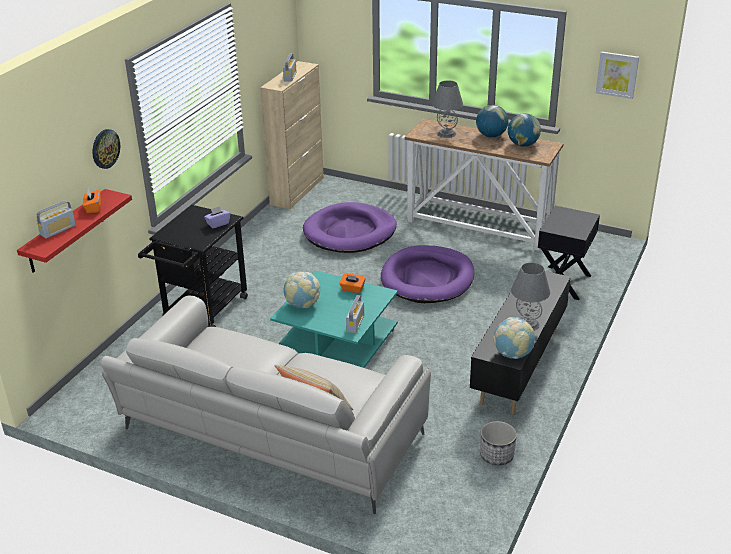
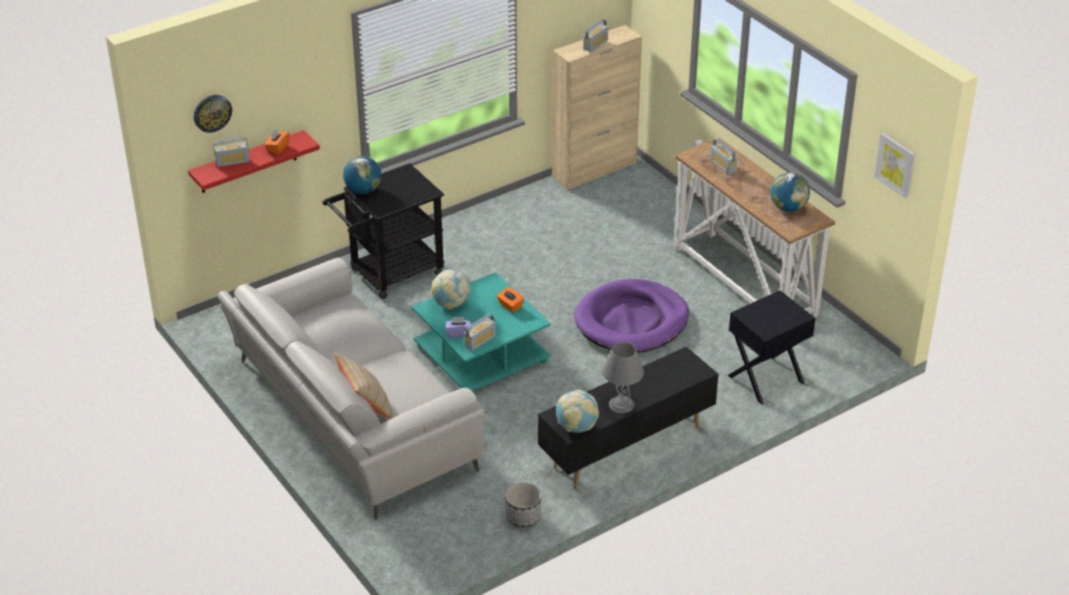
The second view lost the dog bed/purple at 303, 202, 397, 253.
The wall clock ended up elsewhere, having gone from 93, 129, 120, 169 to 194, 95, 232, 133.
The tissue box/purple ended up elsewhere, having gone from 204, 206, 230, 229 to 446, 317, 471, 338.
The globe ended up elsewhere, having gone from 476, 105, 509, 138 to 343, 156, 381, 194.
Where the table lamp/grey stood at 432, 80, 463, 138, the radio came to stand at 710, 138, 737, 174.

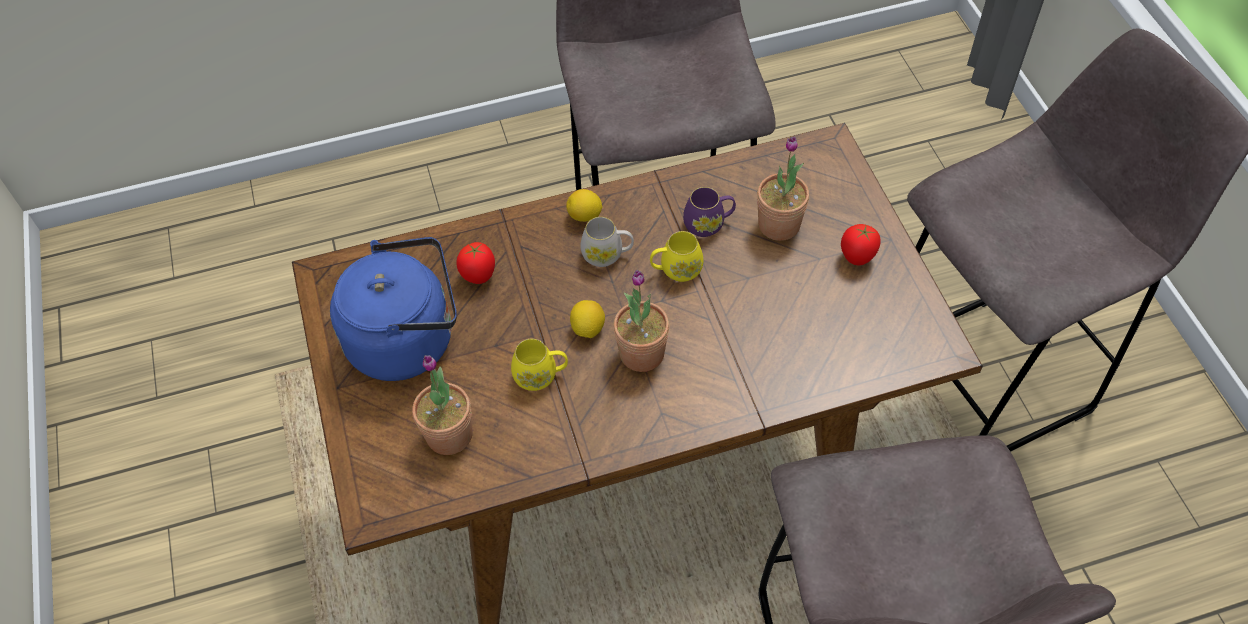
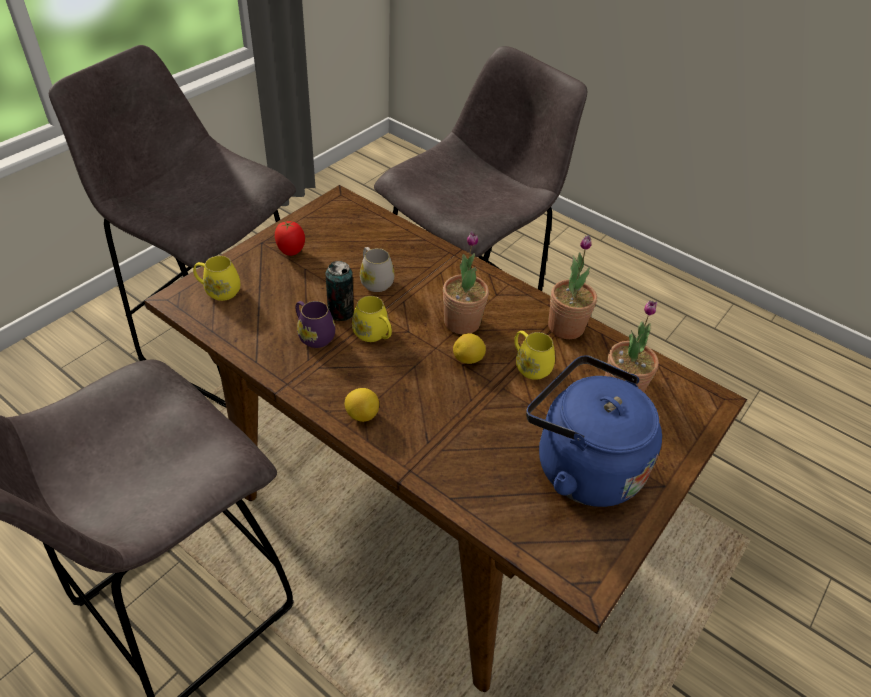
The second view lost the tomato at 456, 242, 495, 284.
The second view gained the mug/yellow at 193, 256, 240, 301.
The second view gained the can at 325, 261, 354, 321.
The mug/white ended up elsewhere, having gone from 581, 217, 634, 267 to 360, 247, 395, 292.
The potted plant ended up elsewhere, having gone from 757, 136, 809, 241 to 548, 235, 597, 339.

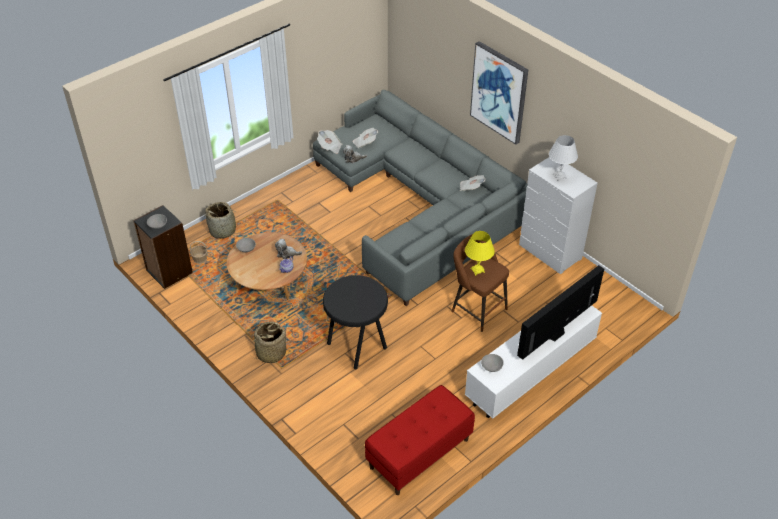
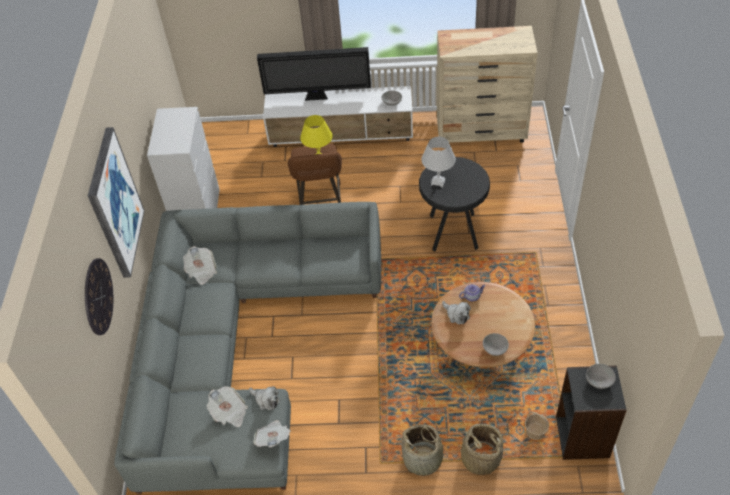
The second view gained the wall clock at 85, 258, 113, 335.
The basket ended up elsewhere, having gone from 250, 321, 287, 363 to 398, 424, 450, 476.
The table lamp/white ended up elsewhere, having gone from 549, 135, 578, 181 to 421, 137, 456, 188.
Where the bench/red stood at 365, 385, 475, 495, the dresser/beige came to stand at 437, 26, 538, 143.

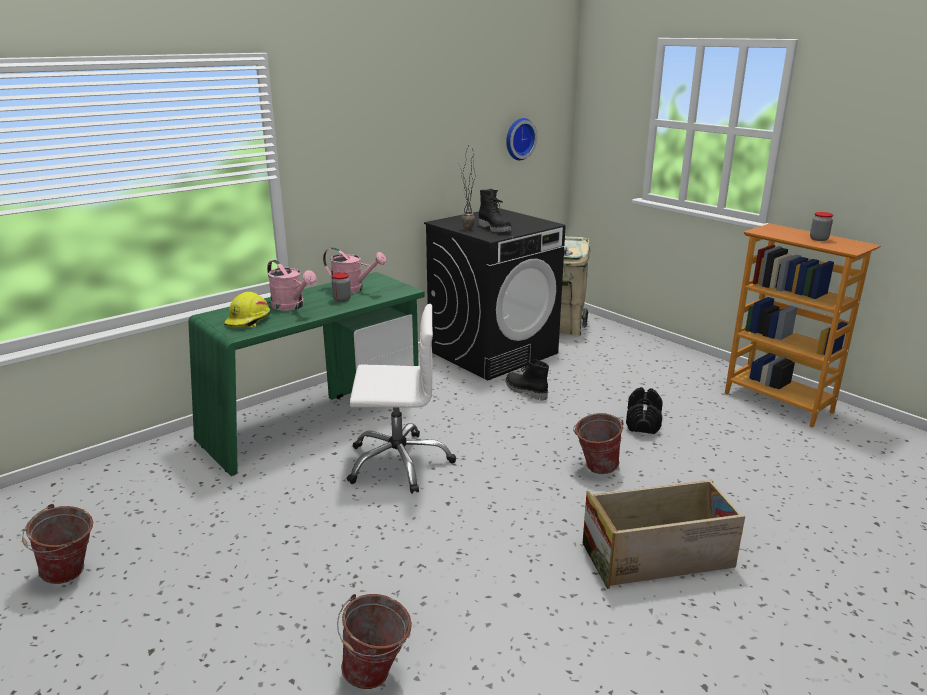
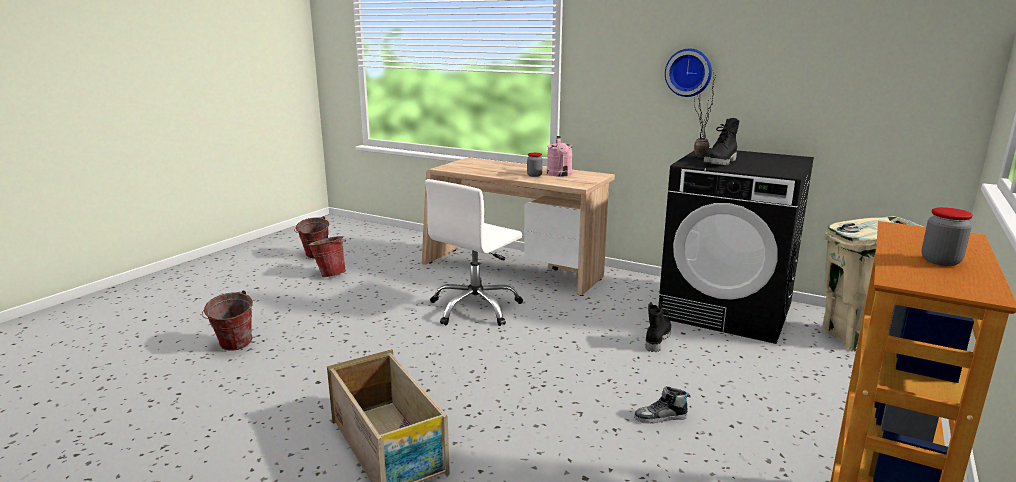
The second view lost the hard hat/yellow at 224, 291, 270, 328.
The second view lost the watering can/pink at 267, 260, 316, 311.
The wall clock ended up elsewhere, having gone from 506, 118, 538, 160 to 665, 49, 712, 97.
The bucket ended up elsewhere, having gone from 573, 413, 624, 474 to 308, 236, 346, 277.
Where the dumbbell/black stood at 626, 387, 663, 434, the shoe came to stand at 634, 386, 691, 423.
What was the desk/green at 188, 272, 425, 476 turned into the desk/beige at 422, 157, 615, 296.
The office chair/white at 347, 304, 456, 494 ended up facing another way, 60 degrees clockwise from before.

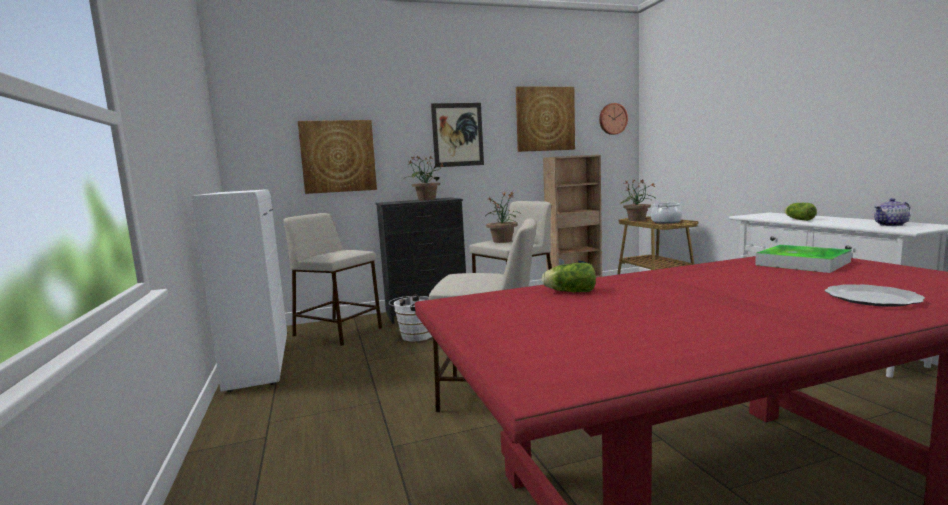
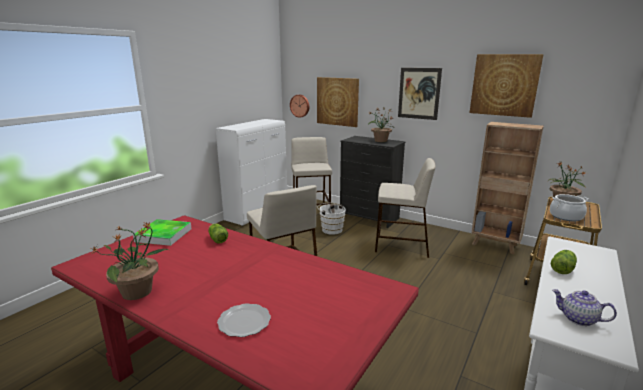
The potted plant ended up elsewhere, having gone from 486, 192, 521, 243 to 91, 223, 168, 300.
The wall clock ended up elsewhere, having gone from 599, 103, 628, 135 to 290, 95, 309, 118.
The tray ended up elsewhere, having gone from 755, 244, 852, 273 to 133, 219, 192, 246.

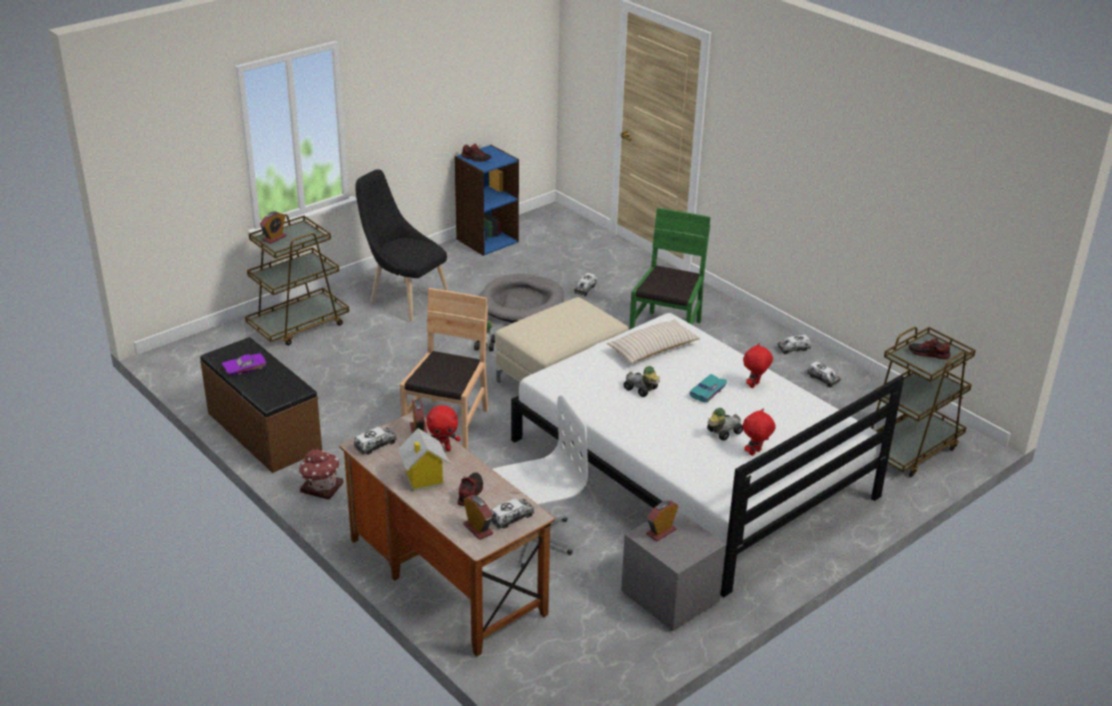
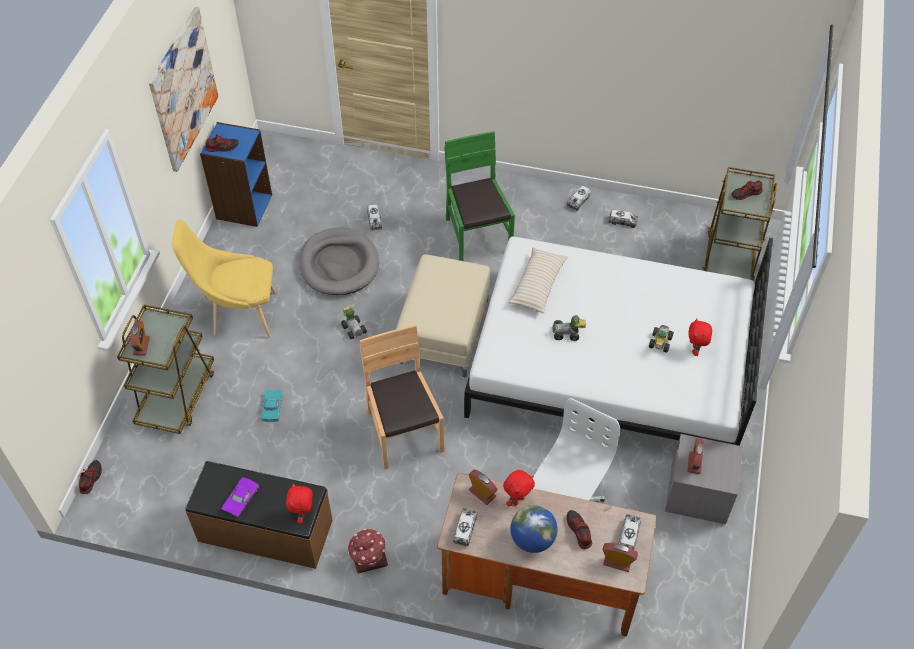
The second view gained the shoe at 79, 460, 102, 494.
The second view gained the picture at 149, 7, 218, 172.
The toy car/turquoise ended up elsewhere, having gone from 690, 374, 728, 402 to 261, 389, 282, 422.
The plush toy/red ended up elsewhere, having gone from 743, 343, 773, 388 to 286, 483, 313, 524.
Where the toy house stood at 398, 428, 449, 491, the globe came to stand at 510, 505, 558, 553.
What was the chair/black at 355, 169, 448, 322 turned into the chair/yellow at 172, 220, 276, 338.

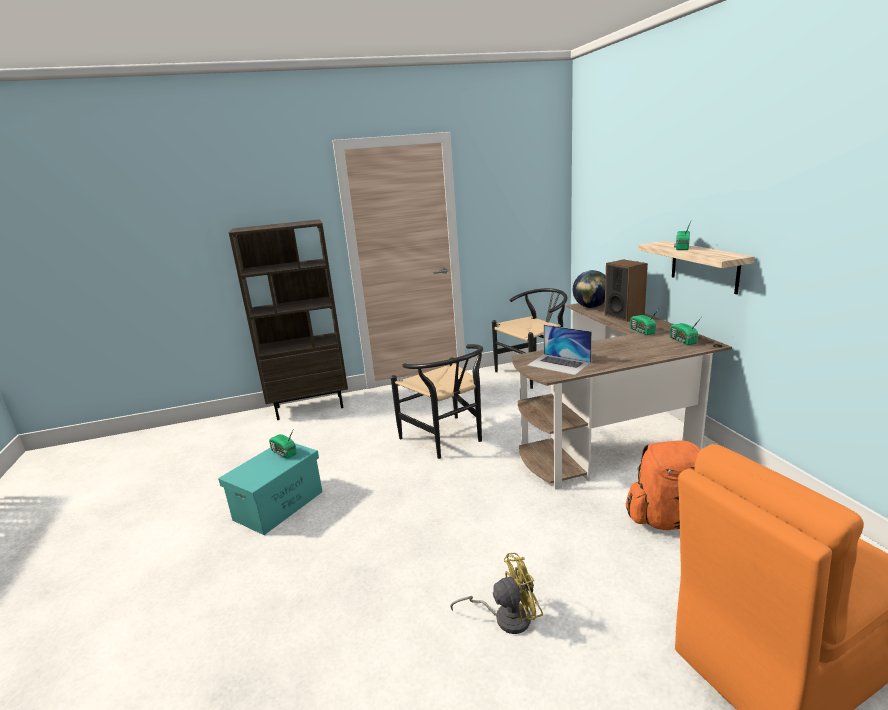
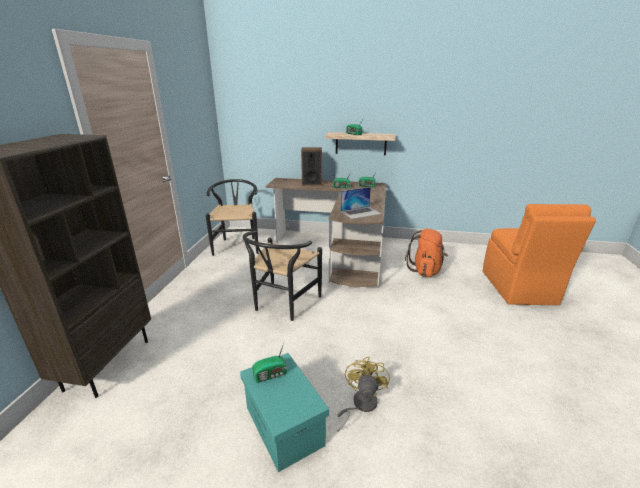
The second view lost the globe at 573, 270, 606, 308.
The fan/yellow ended up elsewhere, having gone from 450, 553, 543, 634 to 337, 357, 390, 432.
The chair/black at 391, 344, 483, 459 ended up facing another way, 120 degrees clockwise from before.

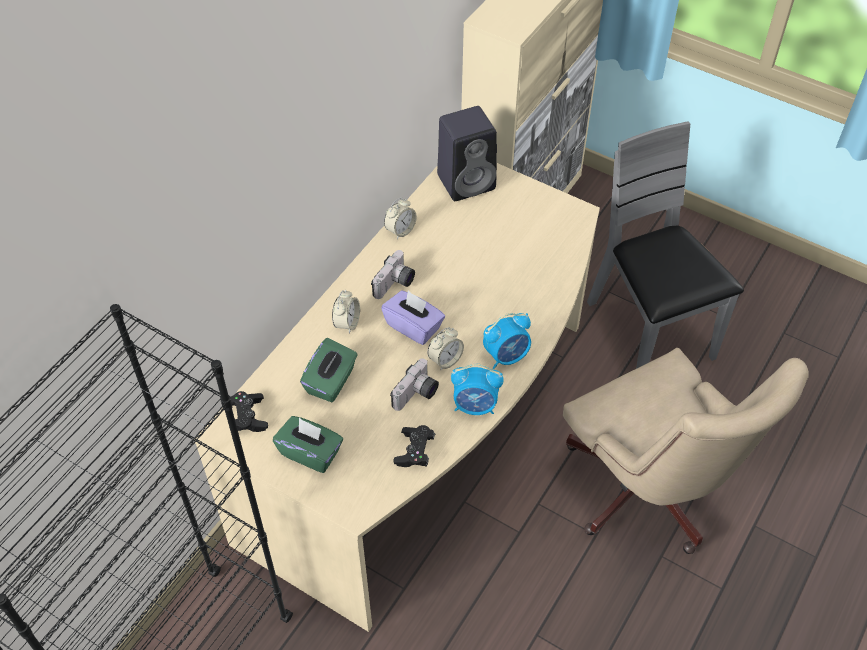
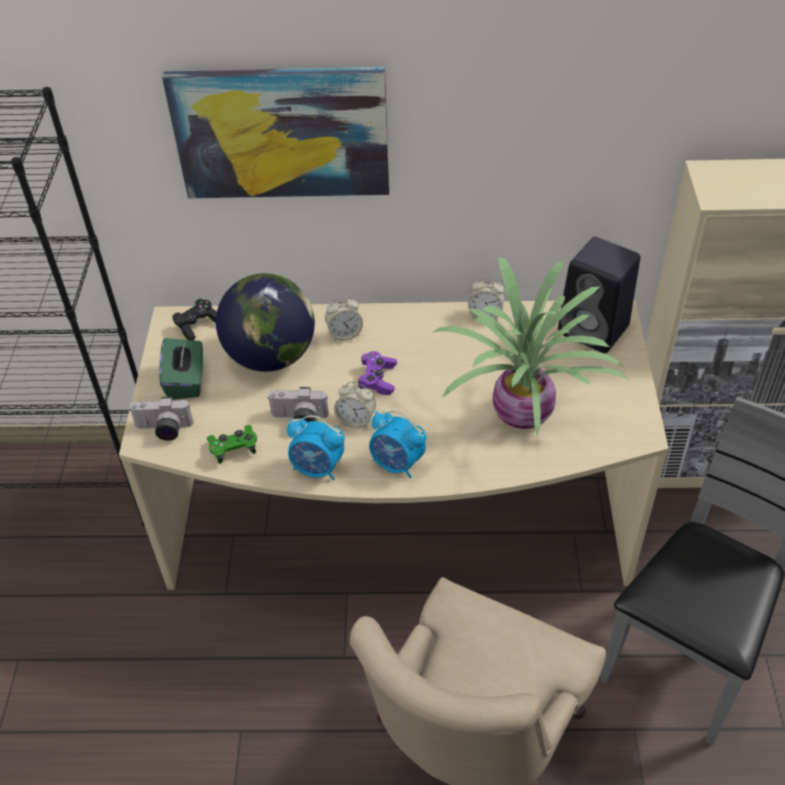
The second view gained the picture at 162, 67, 389, 198.
The second view gained the potted plant at 433, 257, 628, 437.
The photo camera ended up elsewhere, having gone from 371, 250, 415, 299 to 129, 397, 193, 441.
Where the tissue box/green stood at 300, 338, 358, 402, the globe came to stand at 216, 273, 315, 372.
Where the tissue box/purple stood at 381, 290, 445, 345, the game controller/purple came to stand at 358, 351, 397, 395.
What was the game controller/black at 394, 425, 436, 467 turned into the game controller/green at 206, 425, 257, 464.
The alarm clock at 451, 364, 504, 415 ended up facing another way, 45 degrees counterclockwise from before.

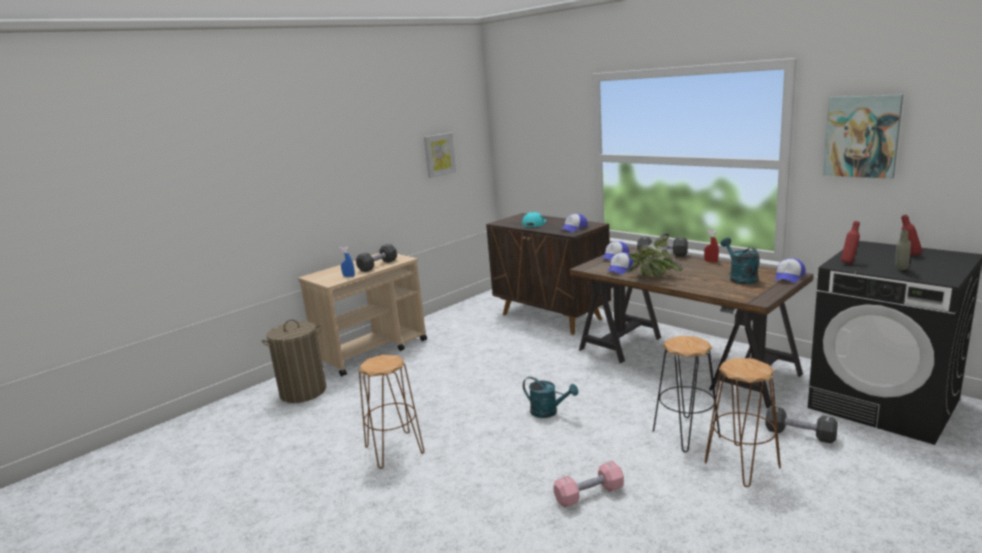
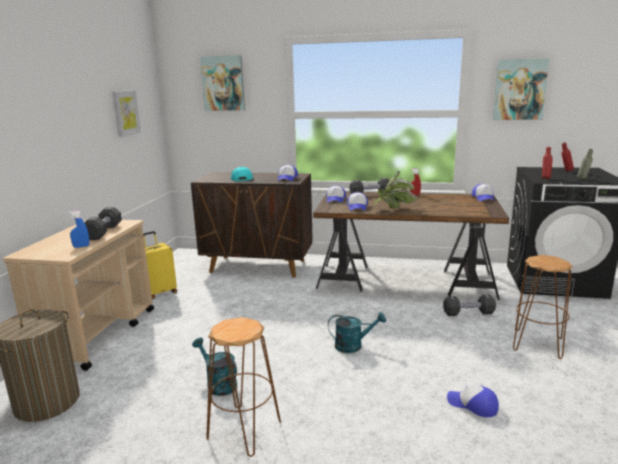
The second view lost the stool/black at 653, 336, 721, 453.
The second view gained the suitcase/yellow at 143, 231, 177, 299.
The second view gained the picture at 200, 55, 245, 111.
The watering can/turquoise ended up elsewhere, having gone from 721, 238, 760, 285 to 192, 337, 237, 396.
The dumbbell/black ended up elsewhere, having gone from 765, 407, 838, 444 to 443, 294, 496, 316.
Where the dumbbell/pink stood at 553, 461, 624, 507, the cap came to stand at 447, 385, 499, 417.

